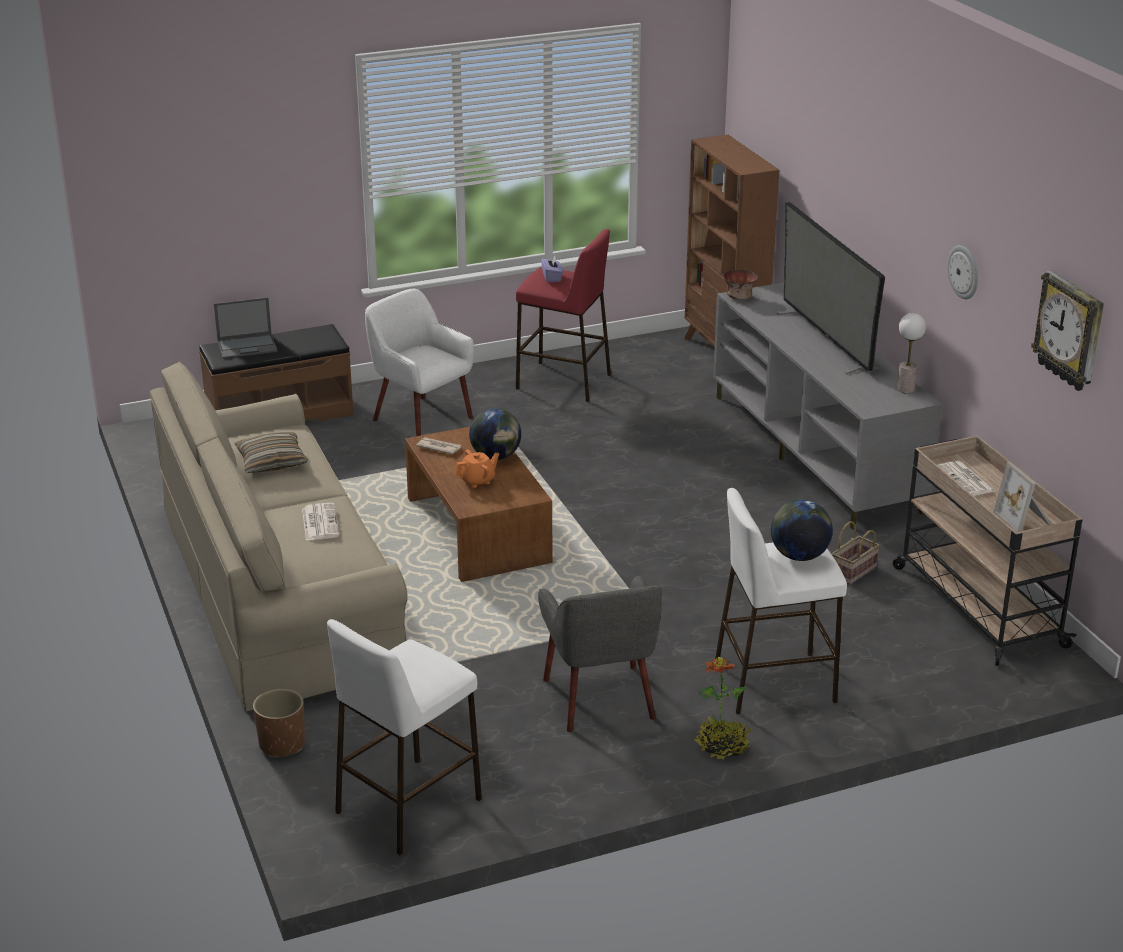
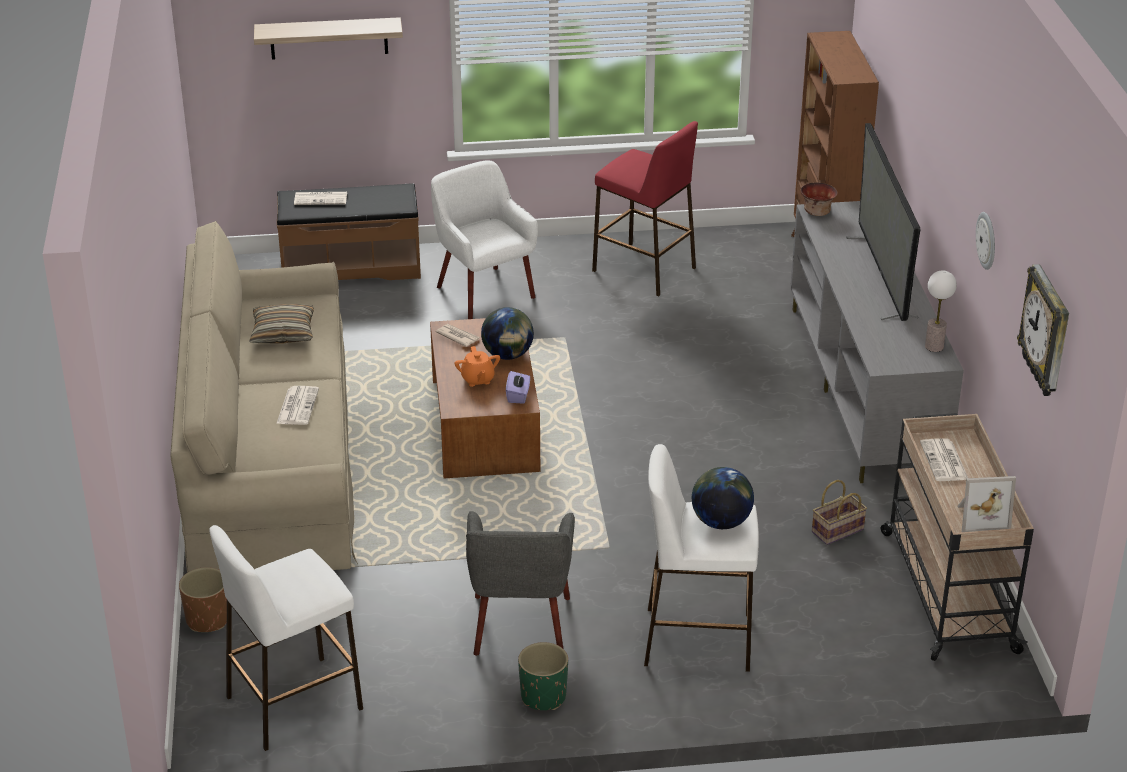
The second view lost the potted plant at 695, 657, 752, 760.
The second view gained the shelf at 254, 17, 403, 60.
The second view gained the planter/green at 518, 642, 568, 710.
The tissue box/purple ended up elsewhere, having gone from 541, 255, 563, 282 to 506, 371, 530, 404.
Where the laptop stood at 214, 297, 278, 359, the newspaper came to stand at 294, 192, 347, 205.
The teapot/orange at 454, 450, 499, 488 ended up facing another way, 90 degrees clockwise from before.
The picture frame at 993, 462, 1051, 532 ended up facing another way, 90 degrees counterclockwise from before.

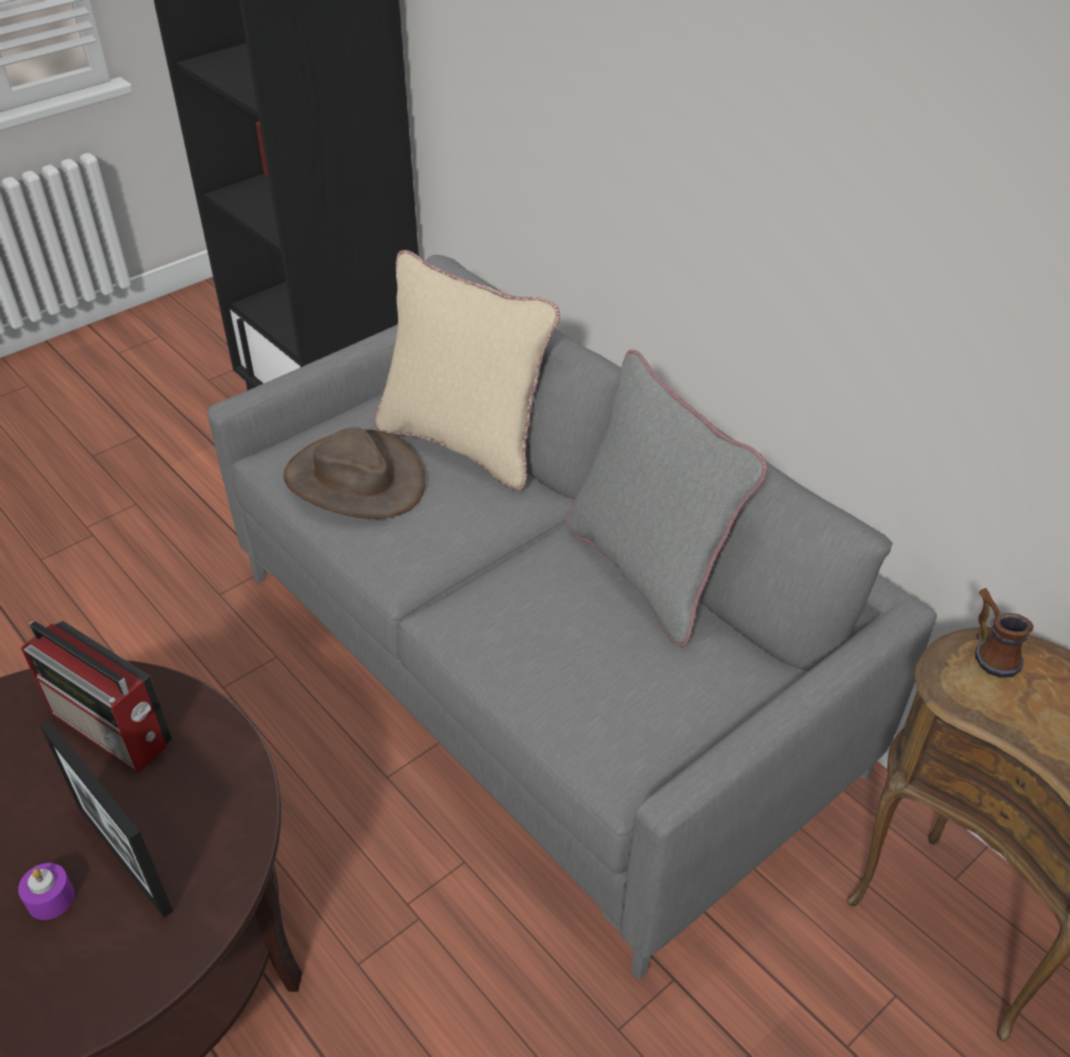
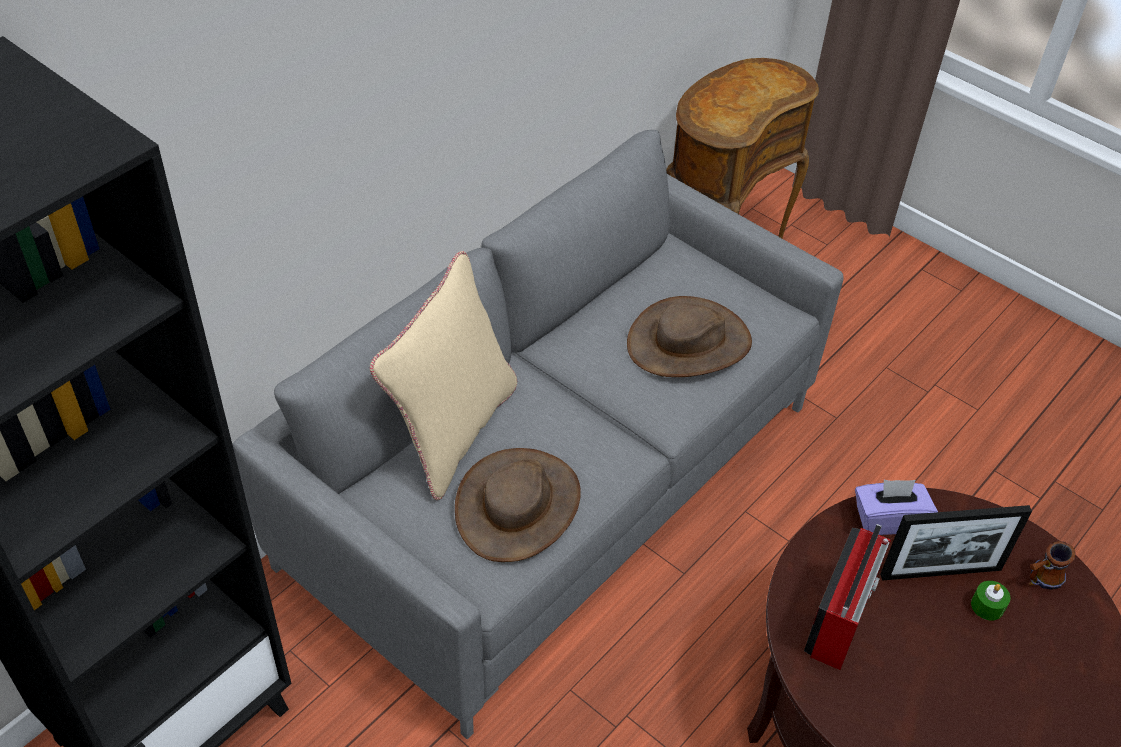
The second view lost the pillow/grey at 565, 350, 768, 647.
The second view gained the hat/brown at 627, 296, 752, 377.
The second view gained the tissue box/purple at 855, 480, 938, 535.
The mug ended up elsewhere, having gone from 975, 588, 1034, 678 to 1028, 541, 1075, 590.
What was the candle/purple at 18, 863, 75, 920 turned into the candle/green at 971, 581, 1011, 621.
The picture frame at 40, 720, 173, 918 ended up facing another way, 45 degrees clockwise from before.

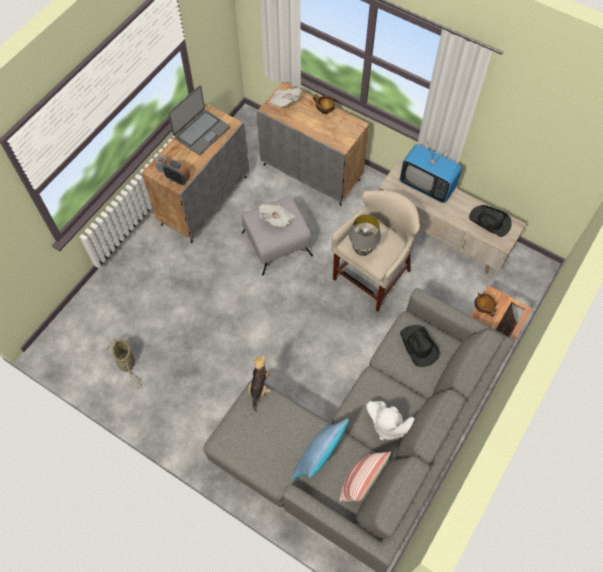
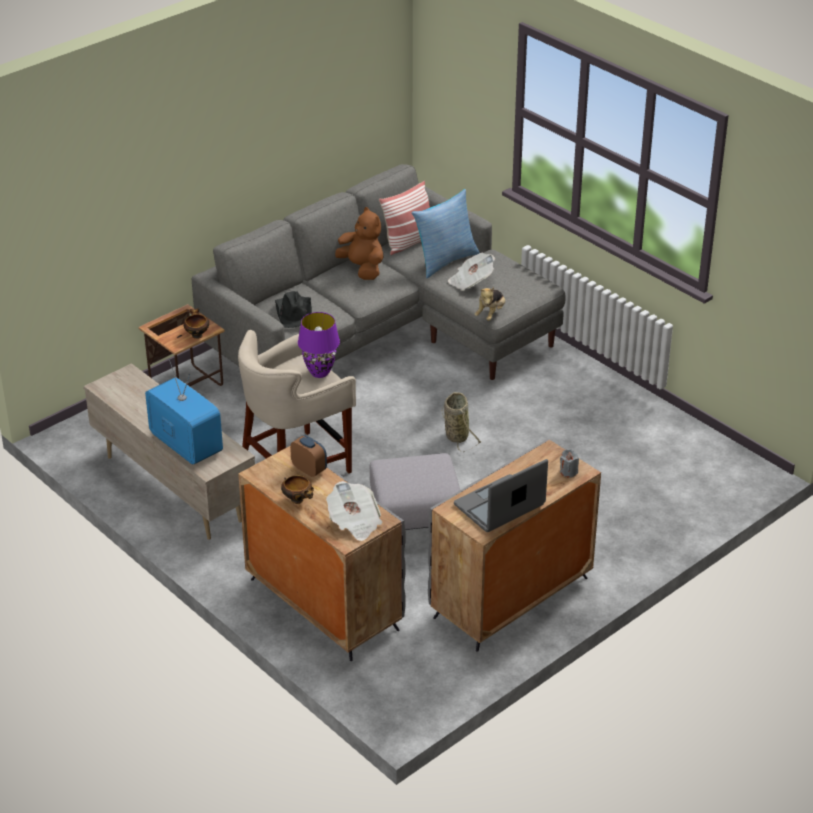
The second view lost the hat/black at 469, 205, 511, 237.
The basket ended up elsewhere, having gone from 106, 338, 142, 389 to 441, 392, 482, 452.
The alarm clock ended up elsewhere, having gone from 163, 159, 190, 185 to 290, 435, 327, 477.
The newspaper ended up elsewhere, having gone from 259, 204, 295, 227 to 448, 253, 495, 291.
What was the table lamp/grey at 349, 214, 381, 256 turned into the table lamp/purple at 298, 312, 340, 378.
What was the plush toy/white at 366, 401, 415, 440 turned into the plush toy/brown at 335, 207, 383, 280.

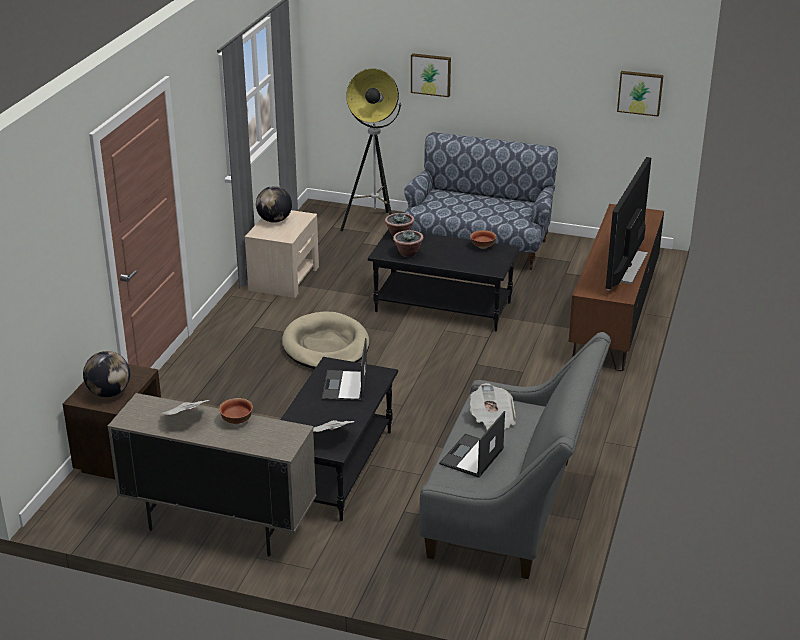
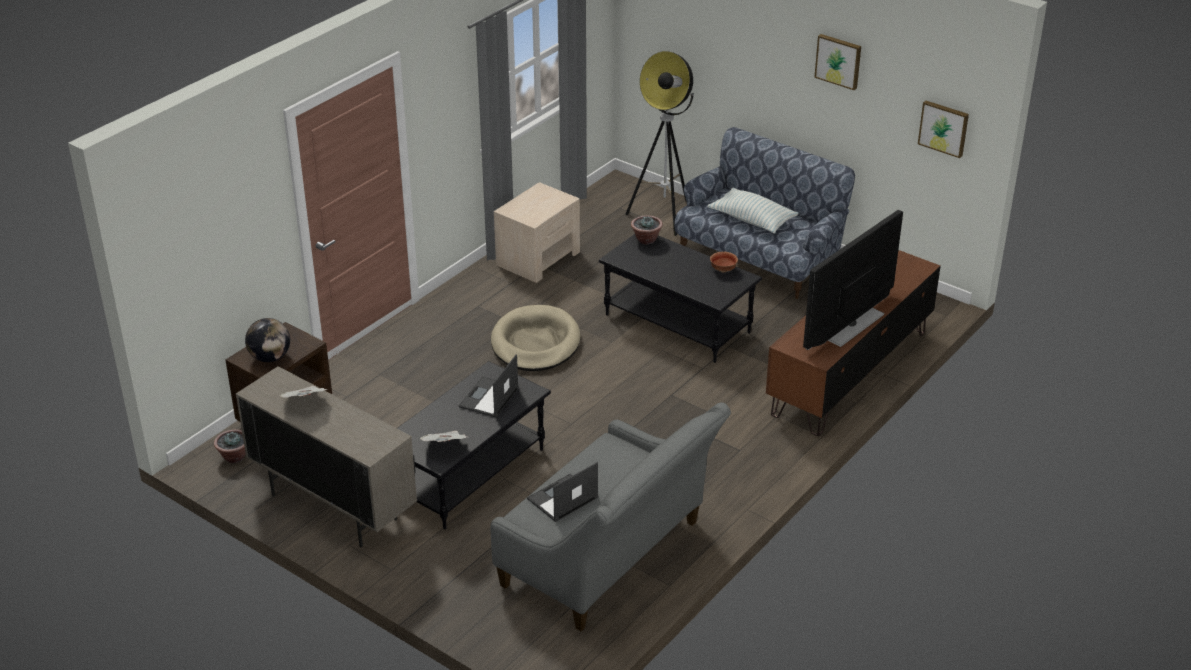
The second view lost the bowl at 219, 398, 253, 424.
The second view lost the globe at 256, 186, 292, 223.
The second view lost the newspaper at 470, 383, 516, 430.
The second view gained the pillow at 707, 188, 798, 233.
The potted plant ended up elsewhere, having gone from 393, 230, 424, 258 to 214, 429, 246, 463.
The picture ended up elsewhere, having gone from 411, 53, 451, 97 to 814, 34, 861, 90.

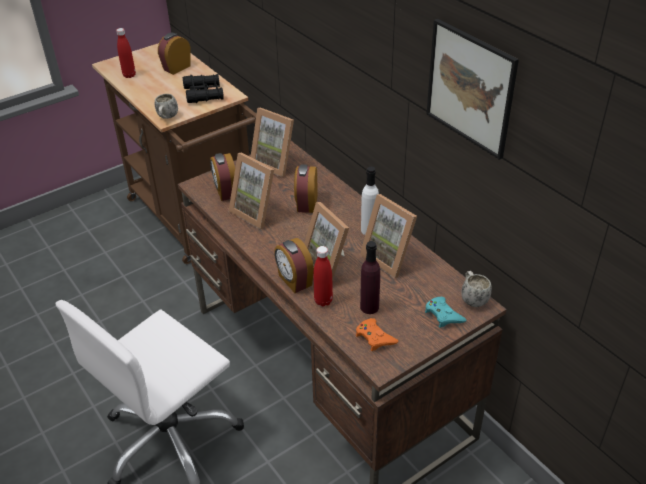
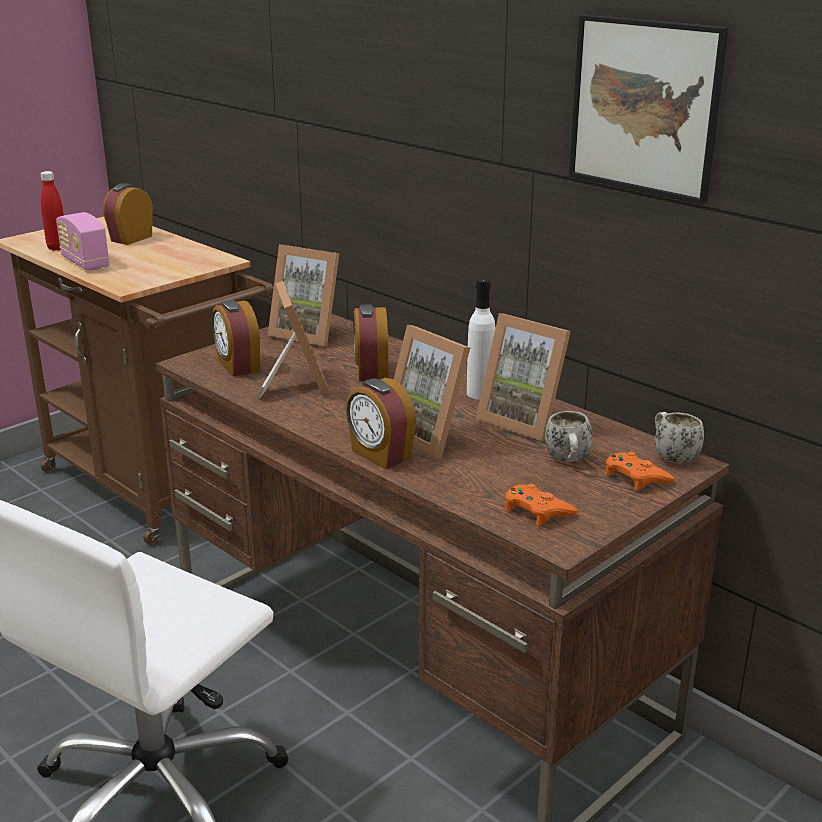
The second view lost the binoculars/black at 183, 74, 224, 103.
The second view lost the bottle/red at 313, 246, 333, 306.
The second view lost the bottle/purple at 360, 241, 380, 314.
The second view gained the radio at 56, 212, 109, 270.
The mug/white ended up elsewhere, having gone from 155, 94, 178, 119 to 545, 411, 593, 462.
What was the game controller/turquoise at 425, 297, 467, 328 turned into the game controller/orange at 605, 452, 675, 491.
The picture frame at 229, 152, 274, 229 ended up facing another way, 135 degrees counterclockwise from before.

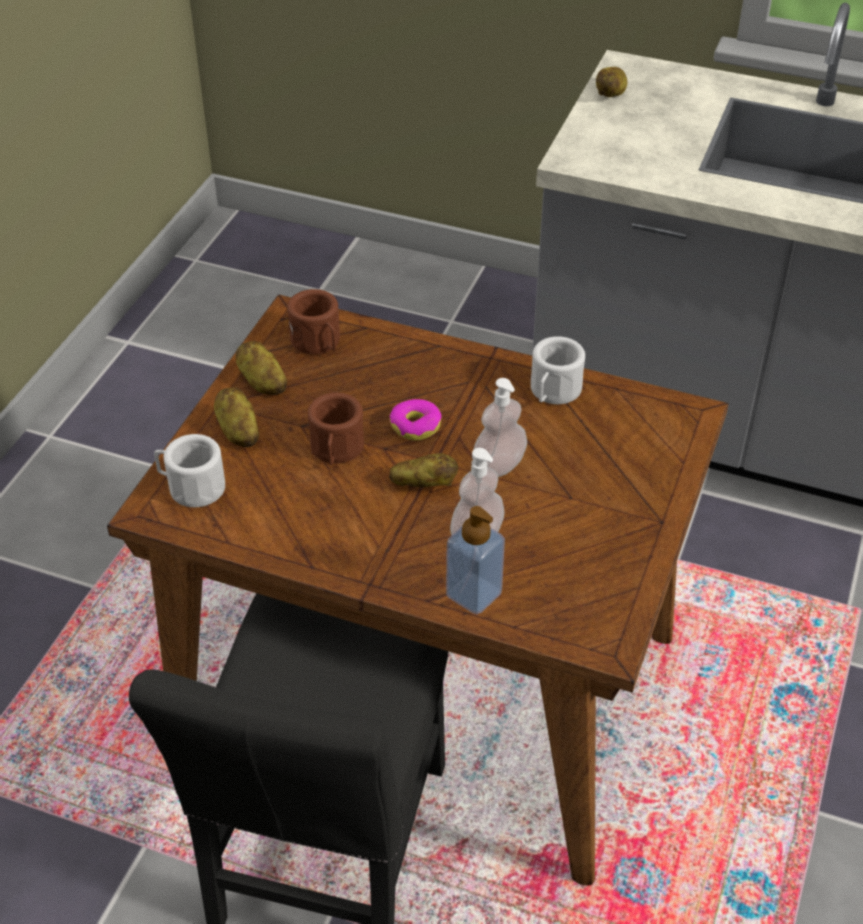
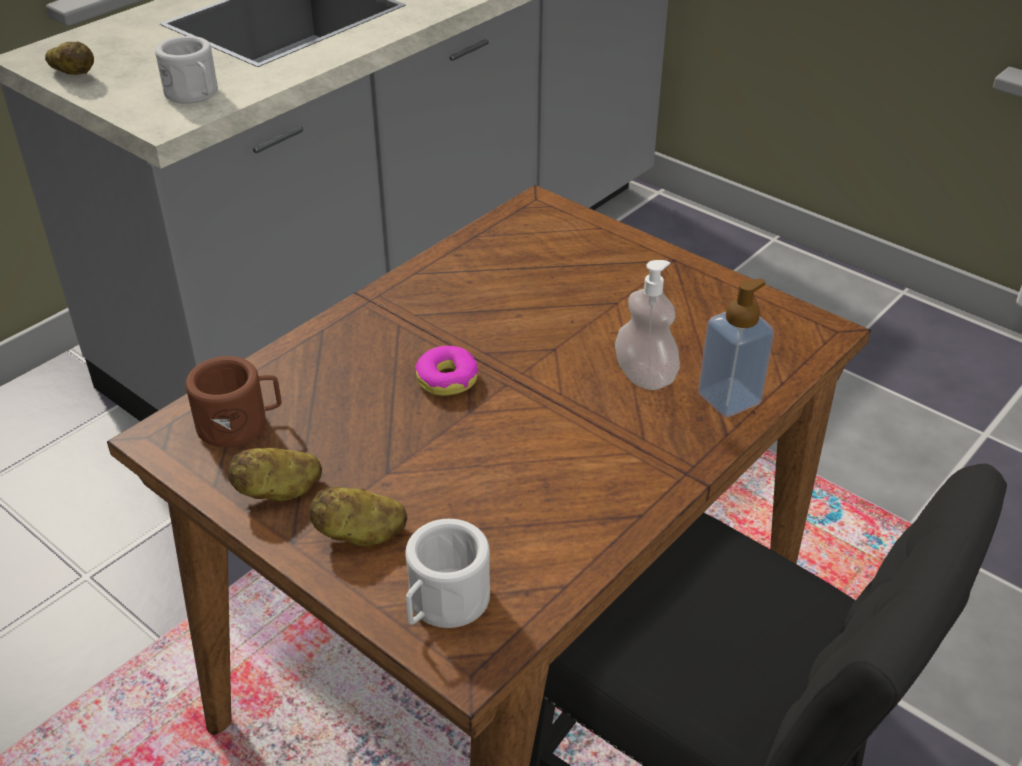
The second view lost the mug/brown at 308, 392, 364, 465.
The second view lost the potato at 389, 453, 458, 487.
The second view lost the soap dispenser at 472, 378, 527, 477.
The mug/white ended up elsewhere, having gone from 531, 336, 585, 404 to 155, 36, 218, 104.

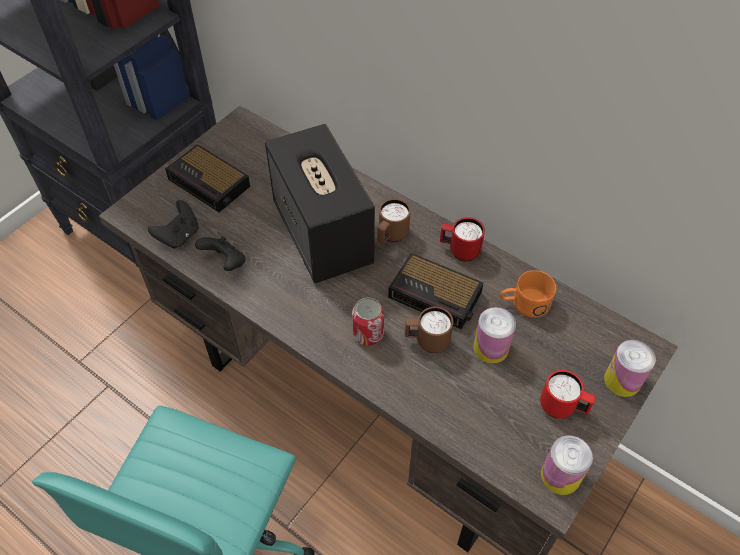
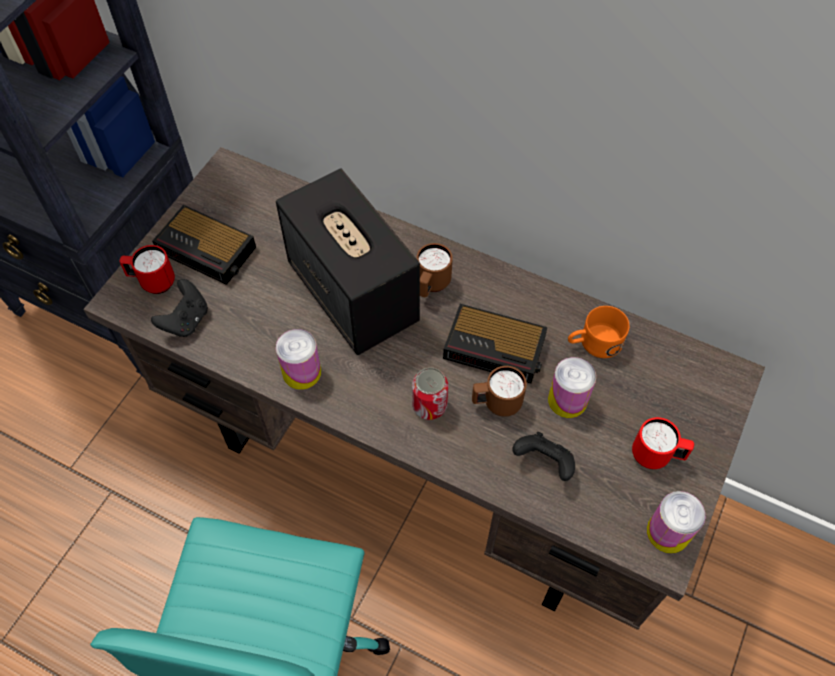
The game controller/black ended up elsewhere, having gone from 195, 237, 246, 271 to 512, 432, 575, 481.
The mug/red ended up elsewhere, having gone from 440, 217, 485, 261 to 119, 245, 175, 294.
The can ended up elsewhere, having gone from 604, 340, 656, 397 to 276, 329, 321, 390.

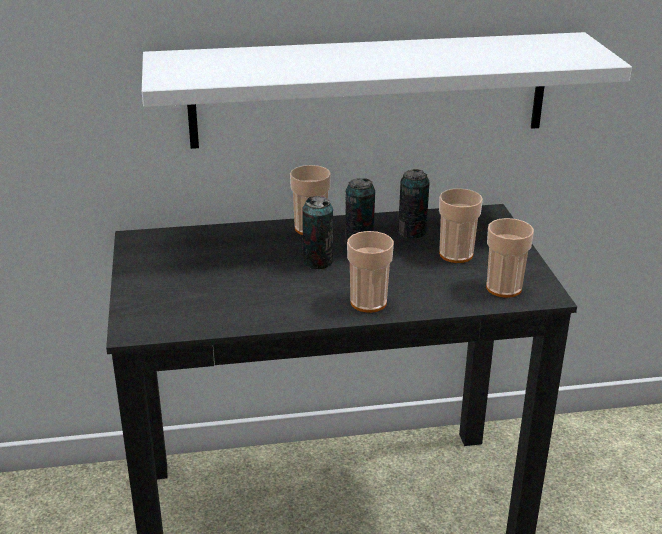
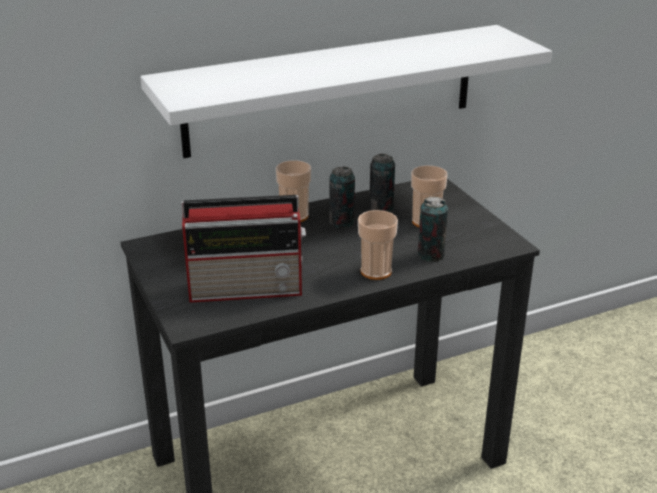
The second view lost the cup at 486, 218, 534, 298.
The second view gained the radio at 182, 195, 306, 303.
The can ended up elsewhere, having gone from 302, 196, 333, 269 to 418, 197, 448, 262.

